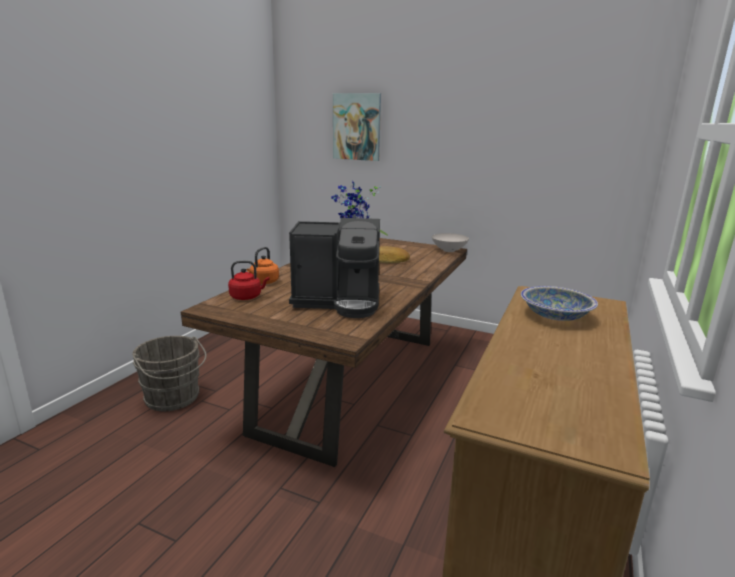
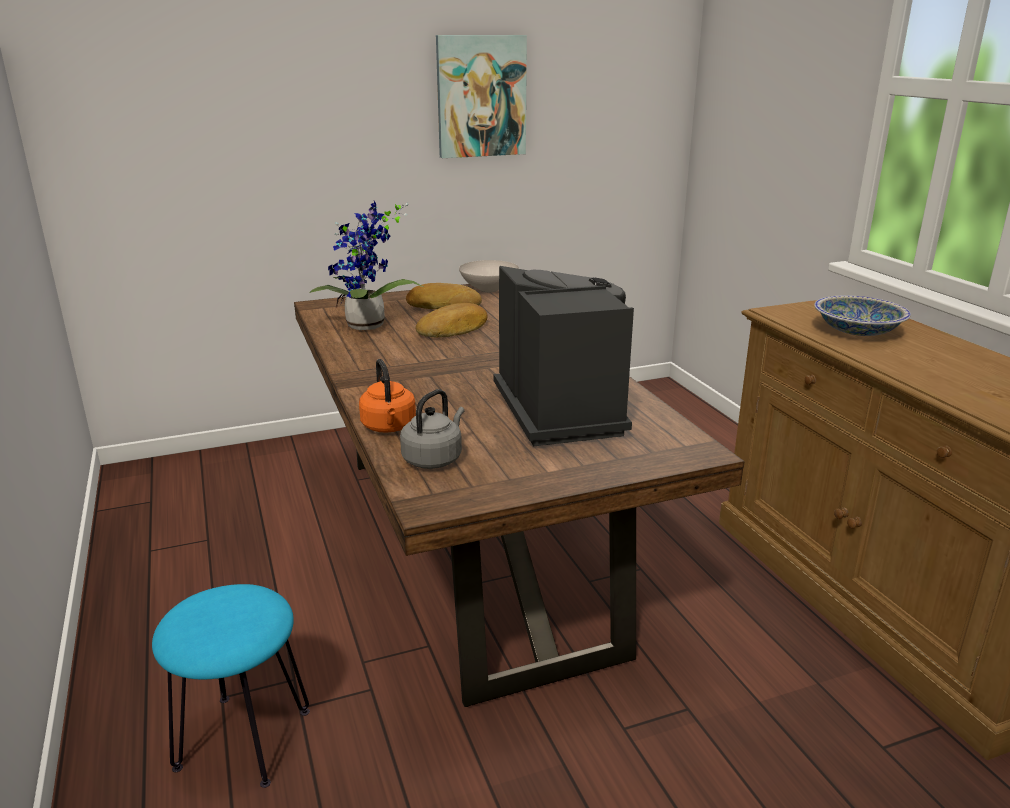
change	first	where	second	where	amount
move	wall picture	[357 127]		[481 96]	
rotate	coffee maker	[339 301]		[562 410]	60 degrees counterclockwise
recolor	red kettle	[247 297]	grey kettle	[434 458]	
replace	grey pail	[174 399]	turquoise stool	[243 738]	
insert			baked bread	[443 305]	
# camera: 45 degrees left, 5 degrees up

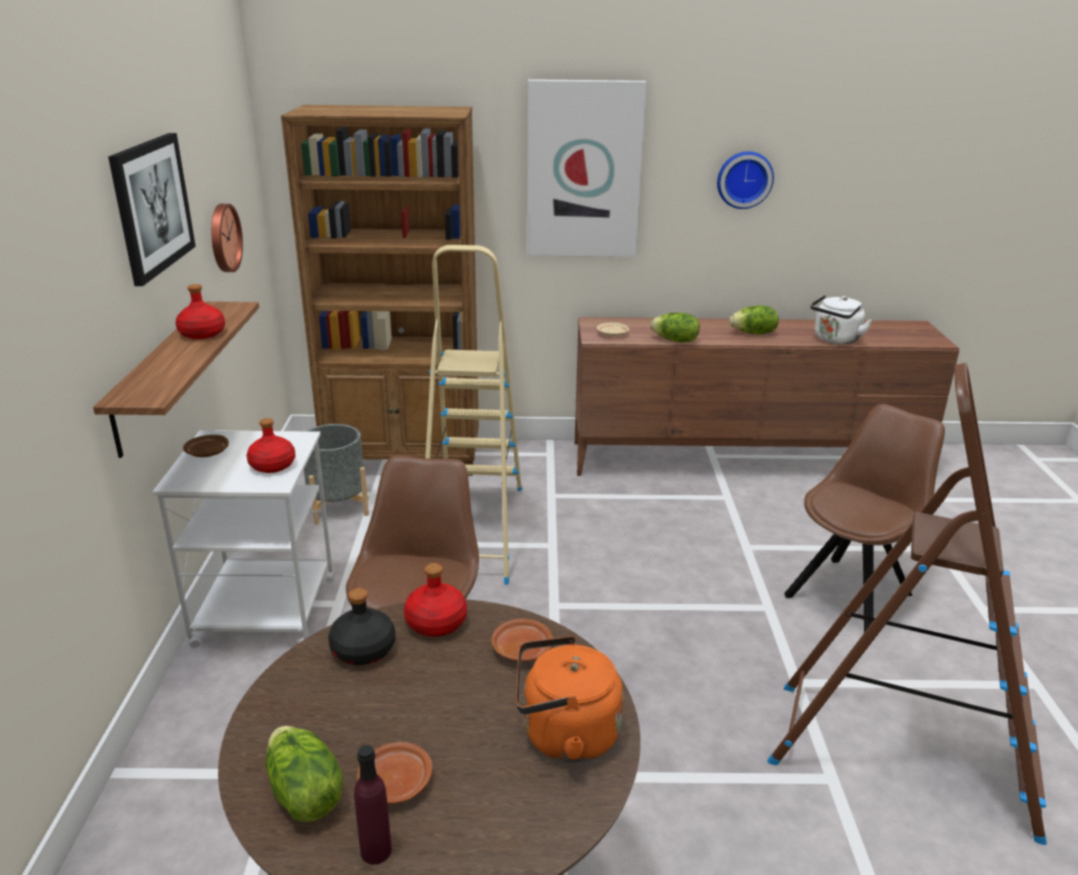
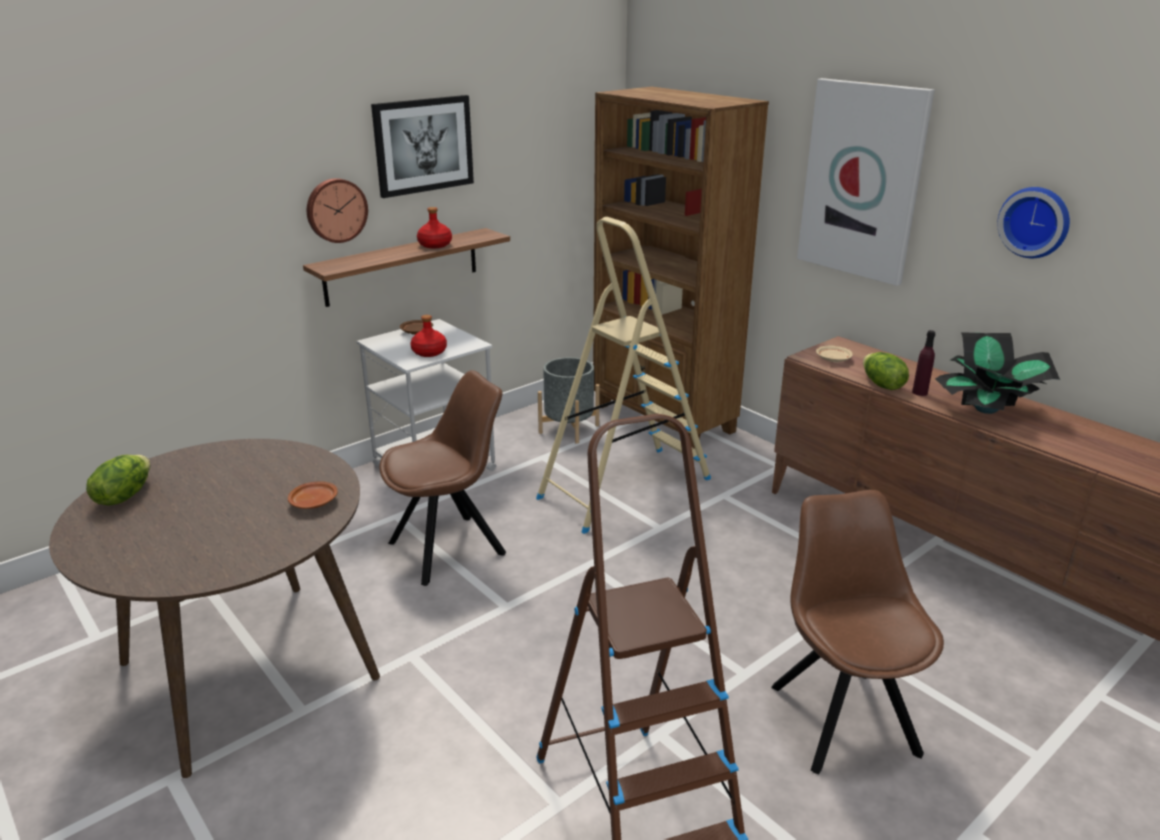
change	first	where	second	where	amount
move	hanging clock	[223 238]		[336 210]	
delete	whitish kettle	[835 340]			
replace	head of lettuce	[754 333]	potted plant	[987 409]	
rotate	brown-coloured chair	[850 595]		[841 719]	105 degrees counterclockwise
delete	red drink bottle	[436 623]			
delete	black drink bottle	[362 650]			
delete	orange-coloured kettle	[564 735]			
delete	brown-coloured flat dish	[395 781]			
move	purple drink bottle	[376 850]		[919 392]	
# camera: 50 degrees right, 0 degrees up

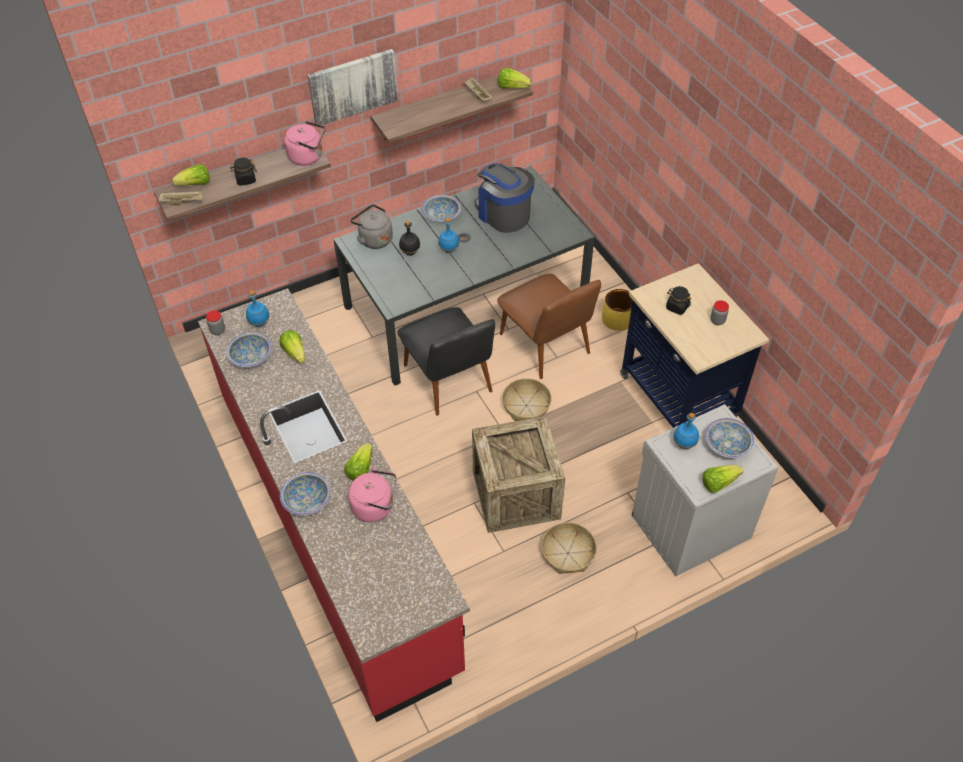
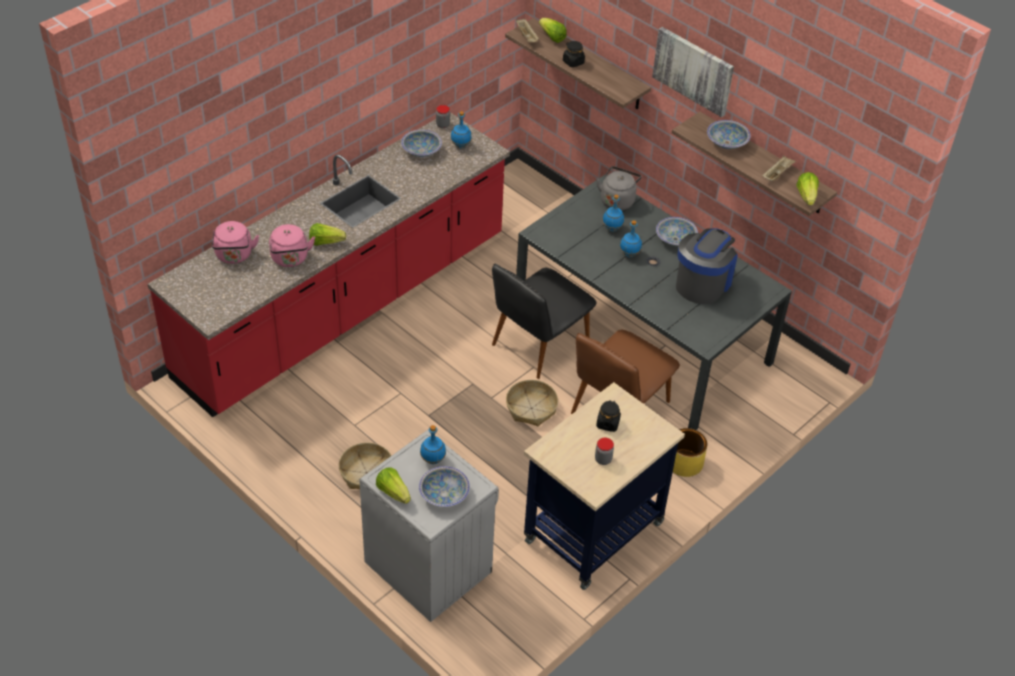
change	first	where	second	where	amount
move	pink kettle	[308 157]		[234 256]	
recolor	black drink bottle	[410 252]	blue-coloured drink bottle	[612 228]	
delete	head of lettuce	[295 353]			
delete	shipping crate	[516 494]			
move	serving bowl	[307 500]		[727 142]	
# camera: 70 degrees right, 5 degrees down

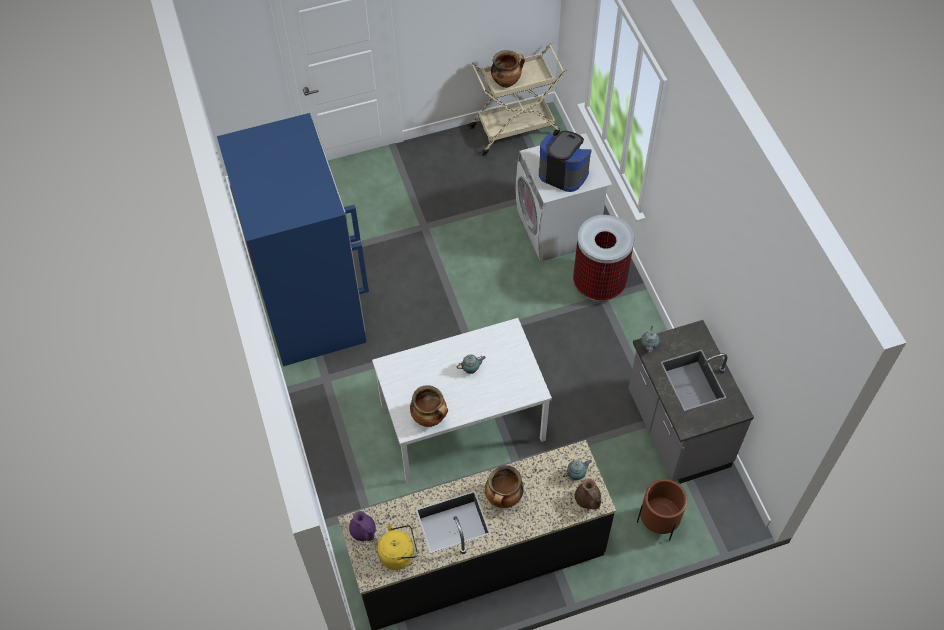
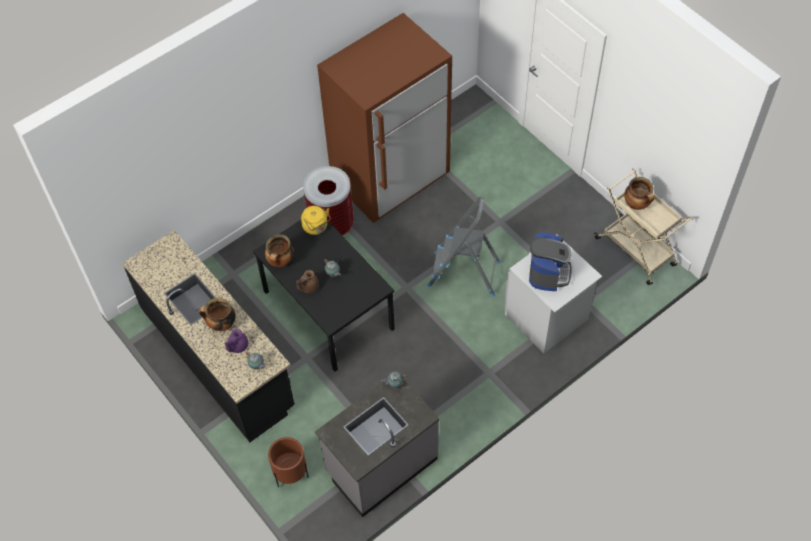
change	first	where	second	where	amount
recolor	blue-coloured refrigerator	[310 305]	brown-coloured refrigerator	[391 176]	
move	rubbish bin	[599 284]		[331 224]	
recolor	whitish kitchen table	[462 423]	black kitchen table	[327 310]	
move	brown-coloured pot for tea	[587 500]		[308 287]	
move	purple pot for tea	[363 532]		[237 346]	
move	yellow kettle	[399 554]		[316 227]	
insert			grey stepladder	[463 273]	
# camera: 70 degrees right, 0 degrees up

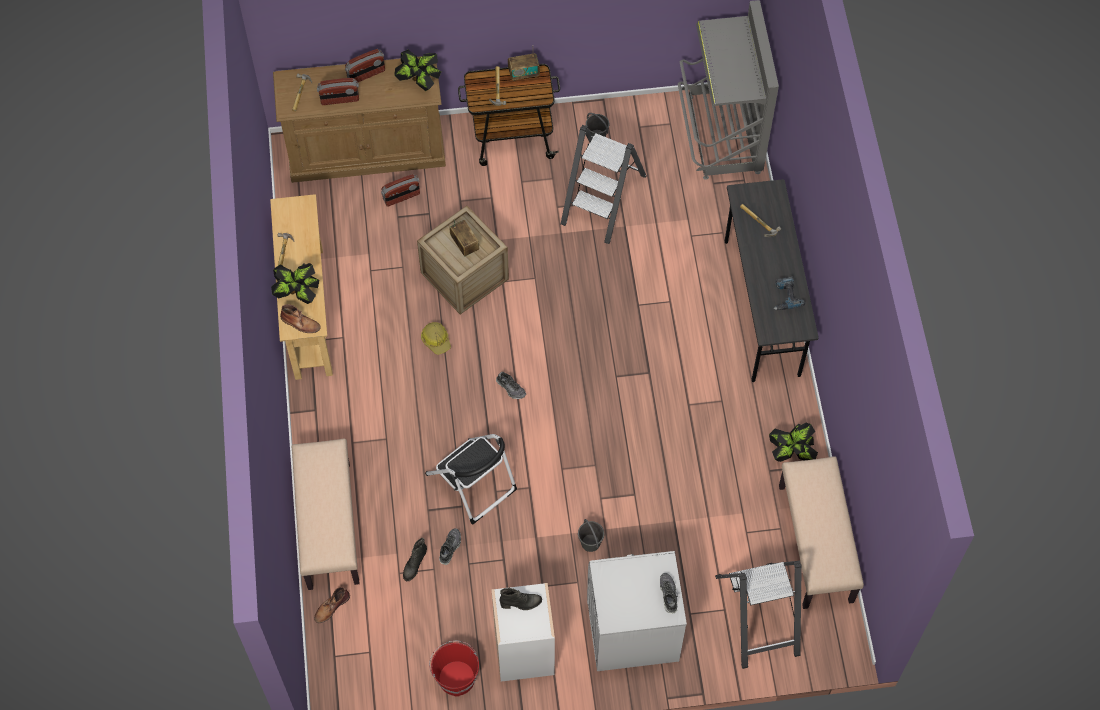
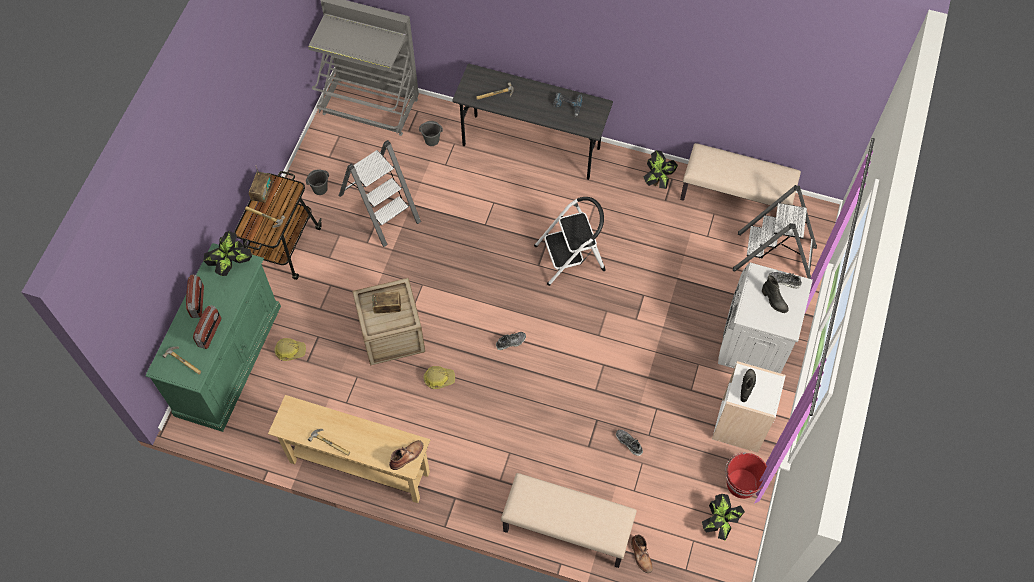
change	first	where	second	where	amount
recolor	brown-coloured cupboard	[367 151]	green-coloured cupboard	[229 359]	
replace	radio set	[401 197]	hard hat	[290 351]	
move	potted plant	[298 294]		[719 523]	
move	stepladder	[473 484]		[572 258]	
move	grey pail	[590 542]		[431 140]	
move	black boot	[414 565]		[773 301]	
# camera: 65 degrees left, 0 degrees up

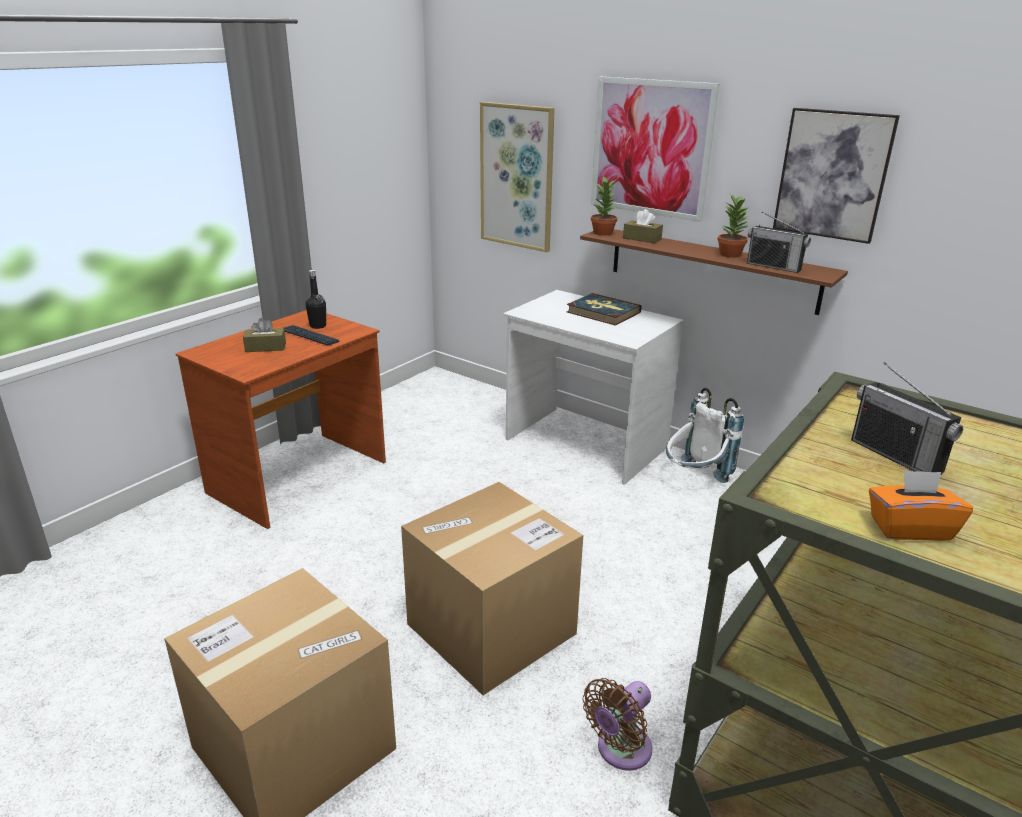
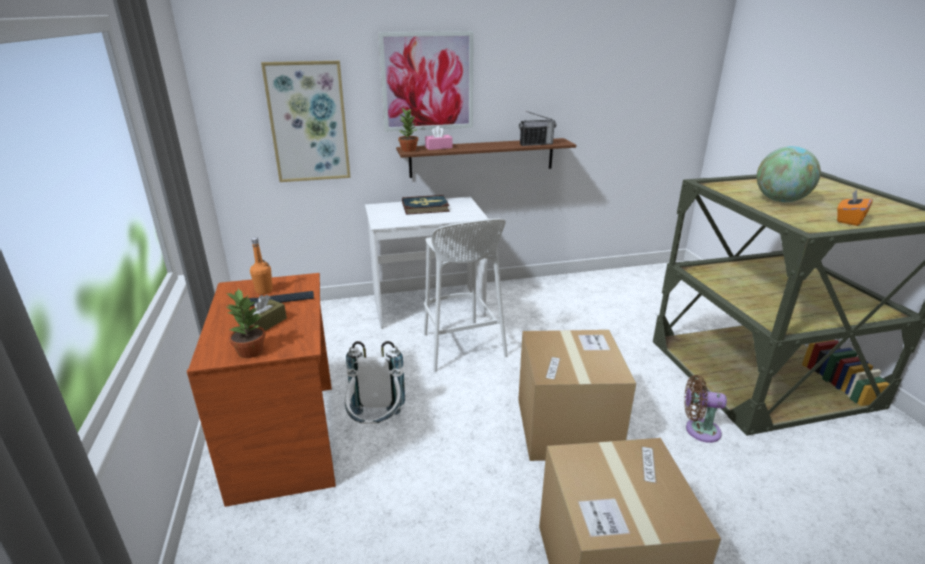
change	first	where	second	where	amount
delete	wall picture	[832 175]			
move	potted plant	[730 254]		[250 351]	
recolor	brown-coloured tissue holder	[642 239]	pink tissue holder	[438 147]	
recolor	black drink bottle	[318 326]	orange-coloured drink bottle	[264 291]	
replace	radio set	[896 456]	globe	[780 200]	
move	whitish knapsack	[694 479]		[376 424]	
rotate	brown-coloured electric fan	[620 751]		[698 430]	105 degrees clockwise
insert			whitish stool	[461 347]	
# camera: 50 degrees left, 0 degrees up

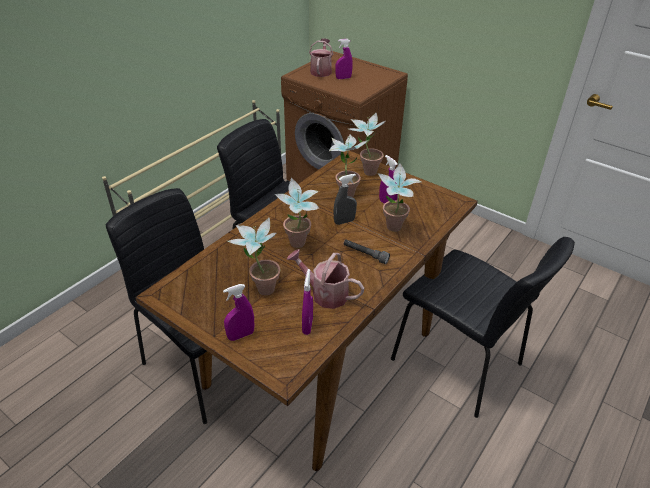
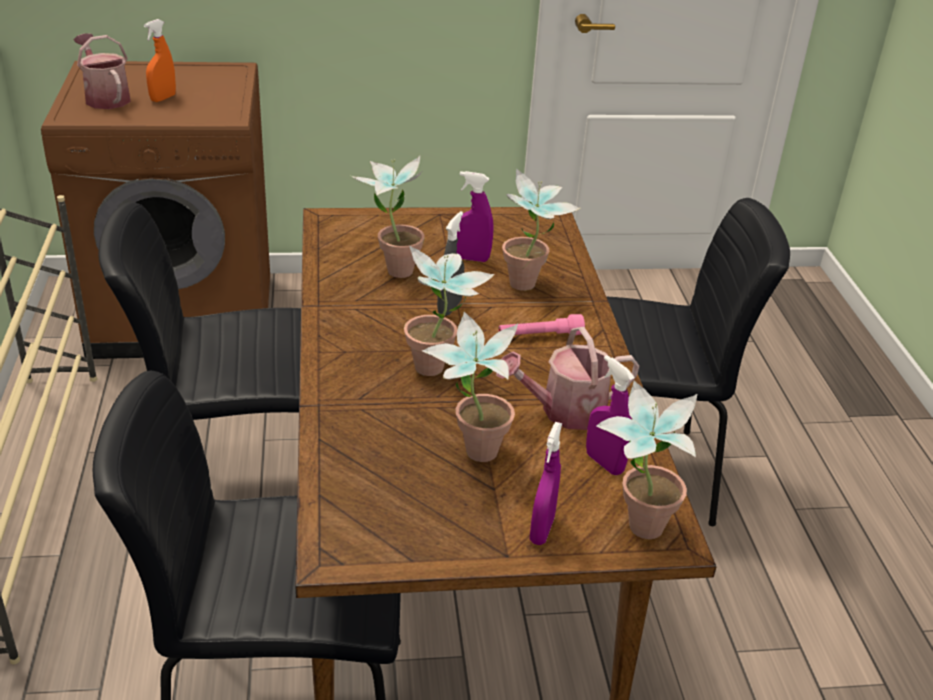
change	first	where	second	where	amount
recolor	purple spray bottle	[343 78]	orange-coloured spray bottle	[163 98]	
move	potted plant	[365 171]		[634 530]	
recolor	grey torch	[365 255]	pink torch	[540 336]	
# camera: 45 degrees left, 5 degrees down

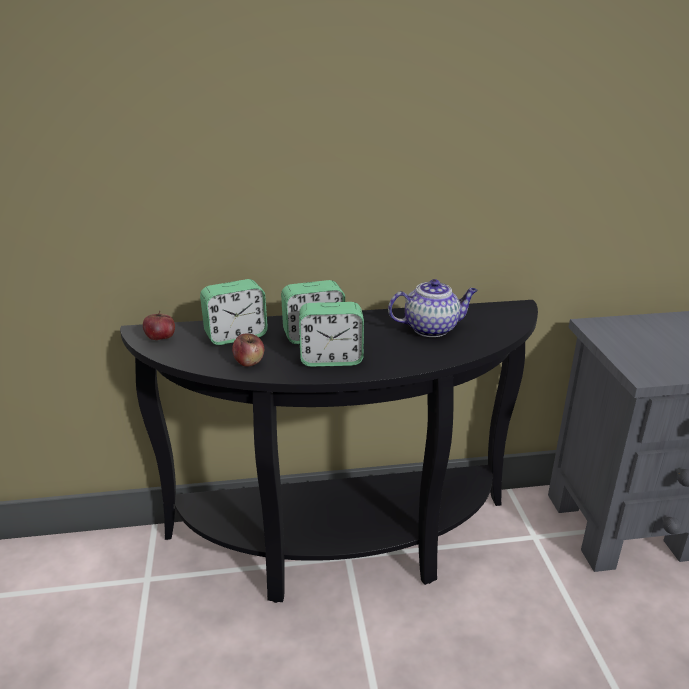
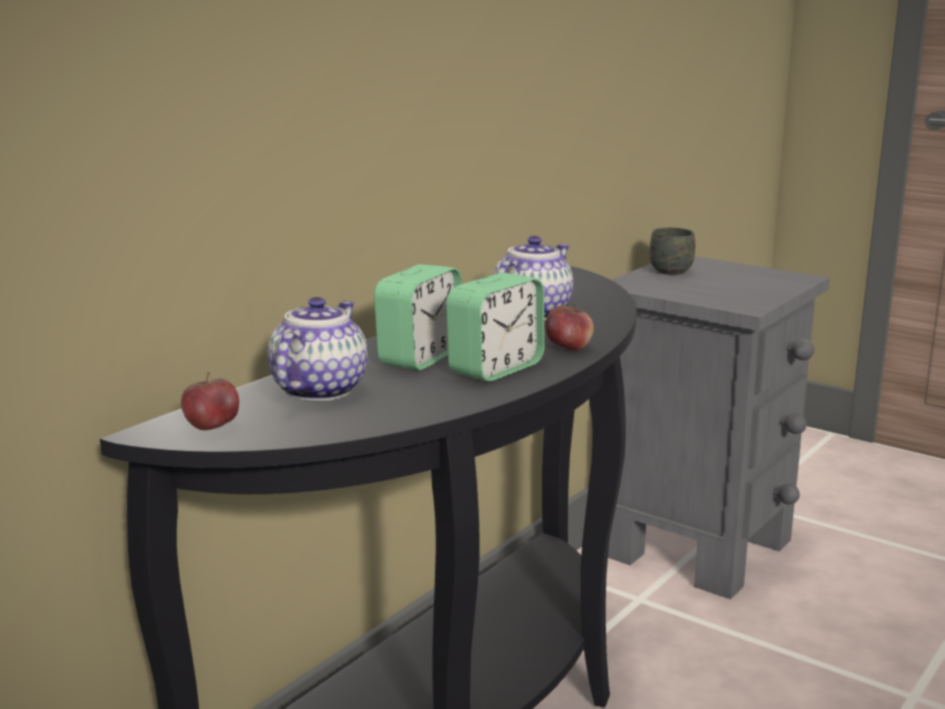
change	first	where	second	where	amount
replace	alarm clock	[236 336]	pot for tea	[319 389]	
move	apple fruit	[249 362]		[569 347]	
insert			grey mug	[668 269]	
# camera: 45 degrees left, 10 degrees down

